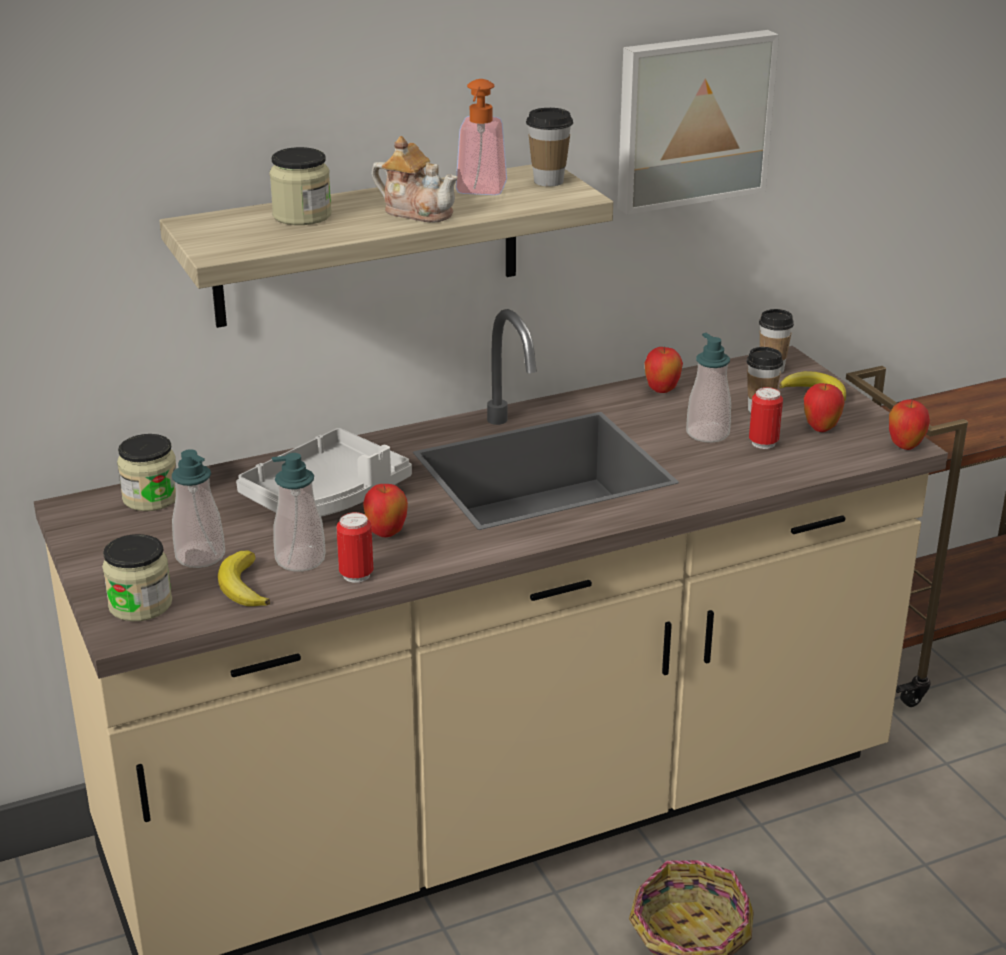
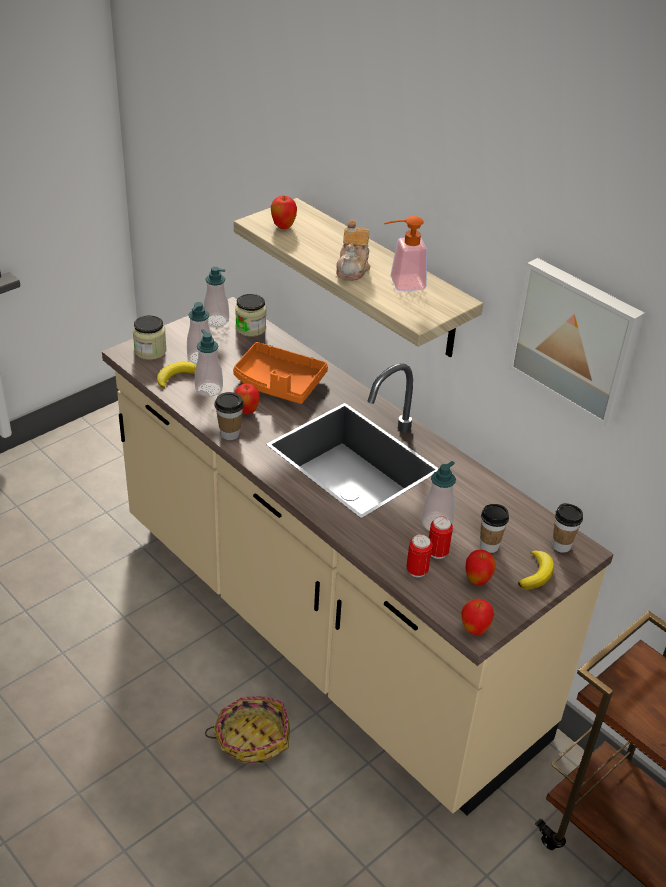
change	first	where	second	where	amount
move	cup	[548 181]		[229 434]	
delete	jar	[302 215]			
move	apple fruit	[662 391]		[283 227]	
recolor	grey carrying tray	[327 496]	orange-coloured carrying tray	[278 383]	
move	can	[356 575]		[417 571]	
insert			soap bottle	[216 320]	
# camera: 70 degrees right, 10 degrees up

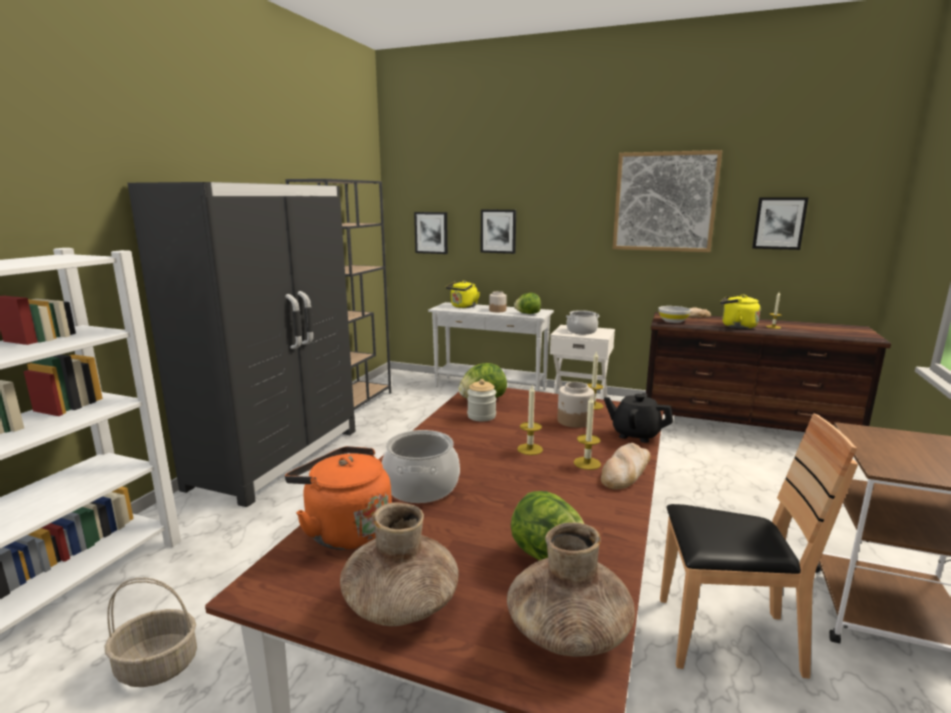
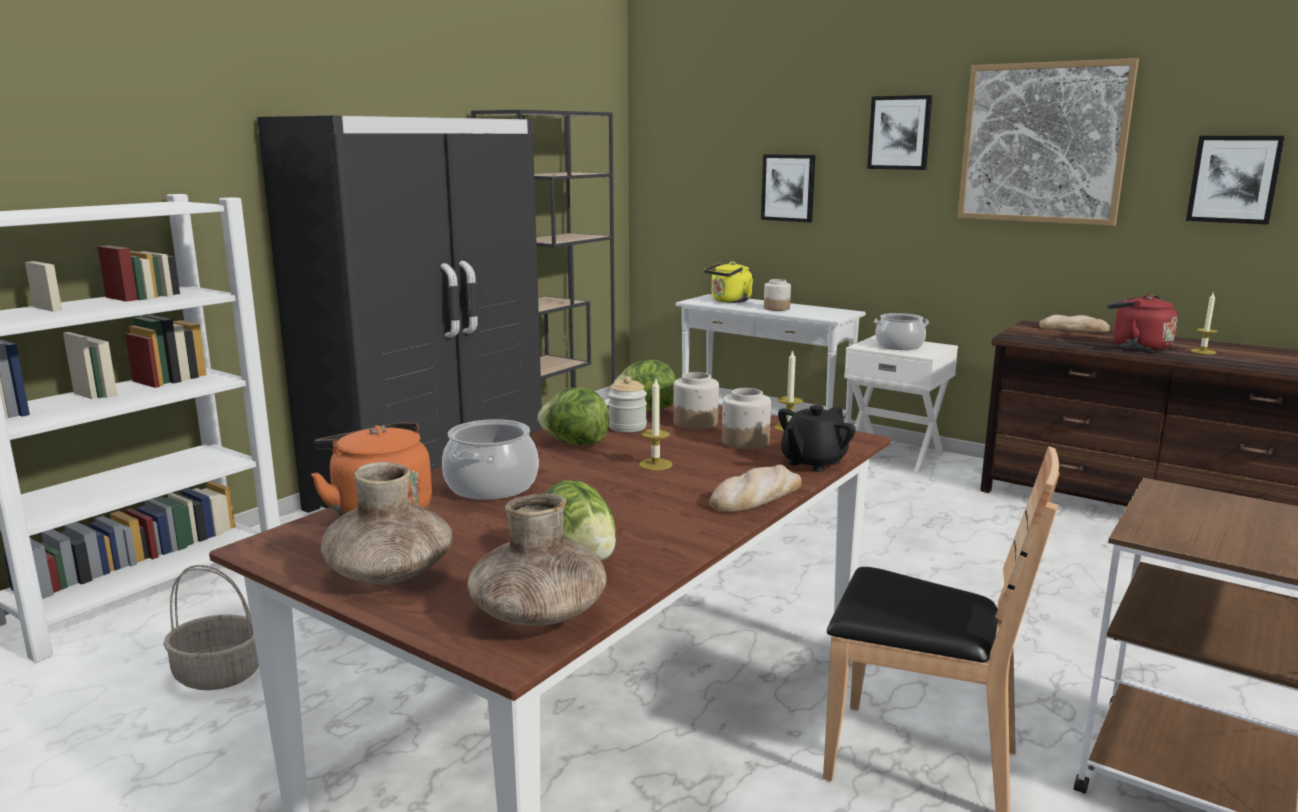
change	first	where	second	where	amount
move	wall picture	[431 232]		[899 132]	
move	head of lettuce	[527 313]		[575 443]	
recolor	yellow kettle	[736 326]	red kettle	[1136 347]	
delete	whitish serving bowl	[673 321]			
rotate	black pot for tea	[635 434]		[813 462]	90 degrees counterclockwise
delete	wax candle	[587 463]			
insert			jar	[696 422]	
# camera: 15 degrees right, 0 degrees up

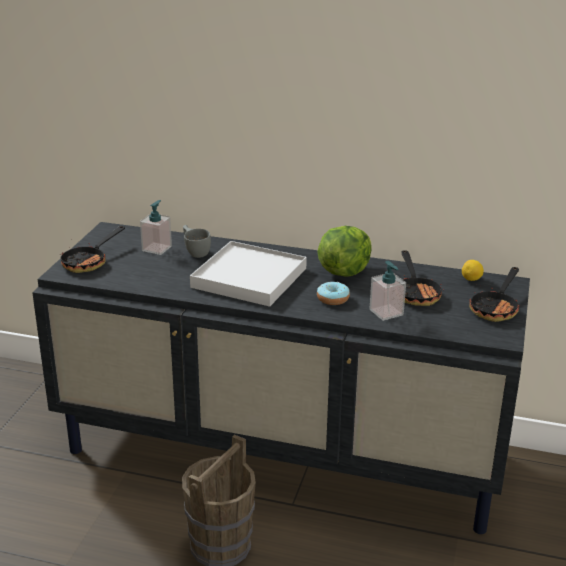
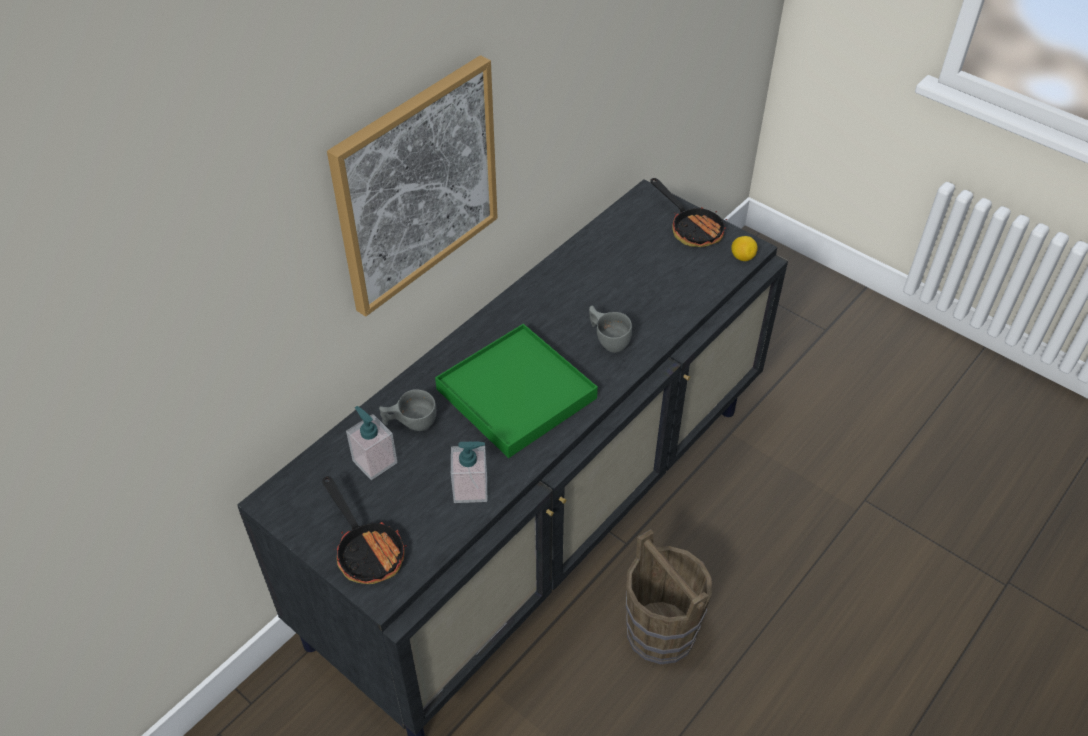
change	first	where	second	where	amount
delete	head of lettuce	[344 271]			
recolor	whitish carrying tray	[249 277]	green-coloured carrying tray	[515 393]	
delete	pan	[416 293]			
move	citrus fruit	[471 280]		[742 257]	
move	soap bottle	[386 312]		[470 489]	
replace	donut	[332 299]	grey cup	[608 339]	
insert			wall picture	[416 185]	
# camera: 65 degrees left, 20 degrees up

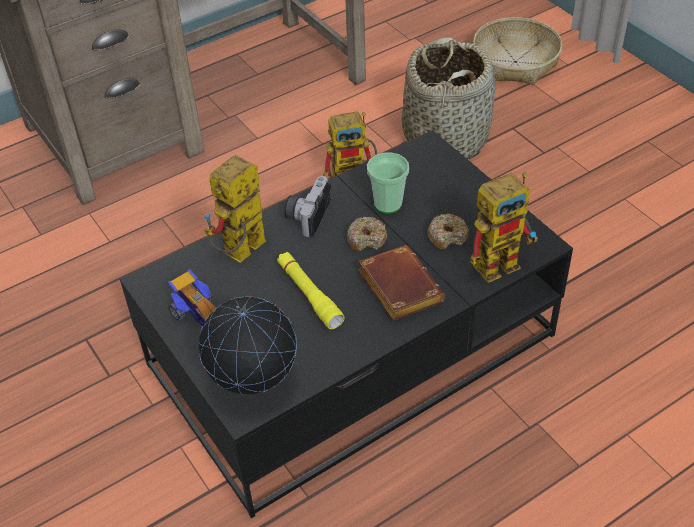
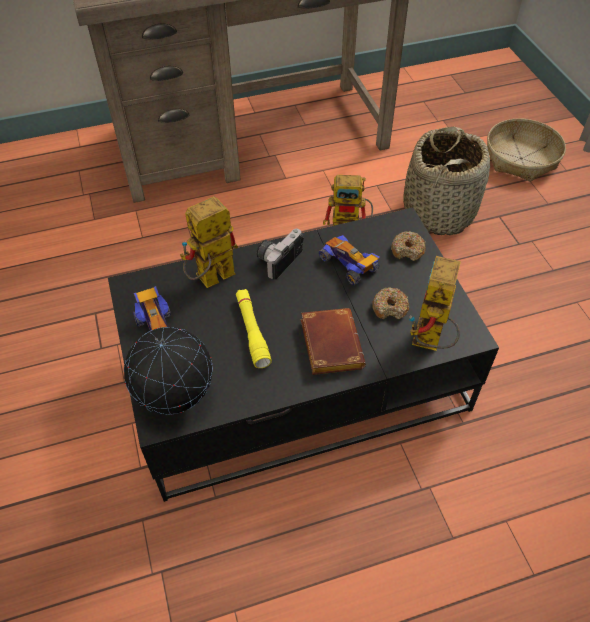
change	first	where	second	where	amount
replace	cup	[388 204]	toy car	[349 265]	
rotate	model robot	[502 260]		[430 342]	120 degrees clockwise
move	donut	[367 239]		[407 250]	
# camera: 15 degrees right, 5 degrees up

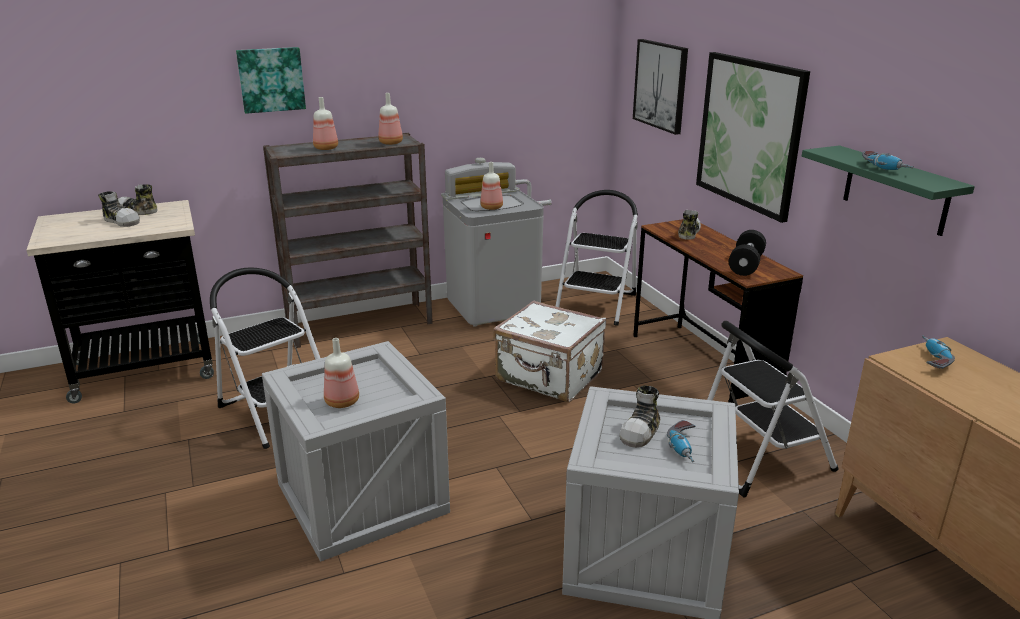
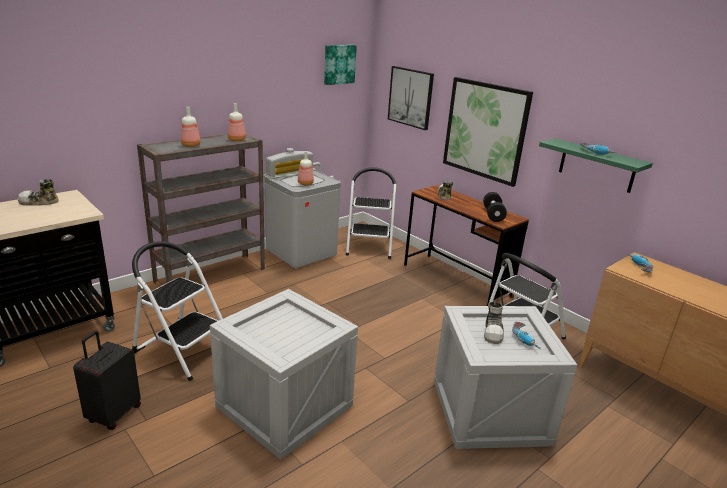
change	first	where	second	where	amount
move	wall picture	[271 79]		[339 64]	
delete	shoe	[122 221]			
delete	whitish suitcase	[549 378]			
delete	drink bottle	[342 401]			
insert			black suitcase	[113 414]	
# camera: 20 degrees left, 0 degrees up

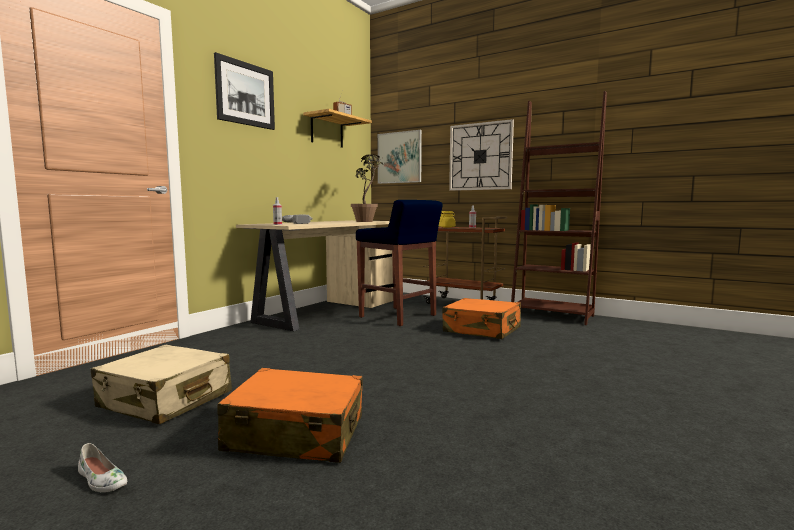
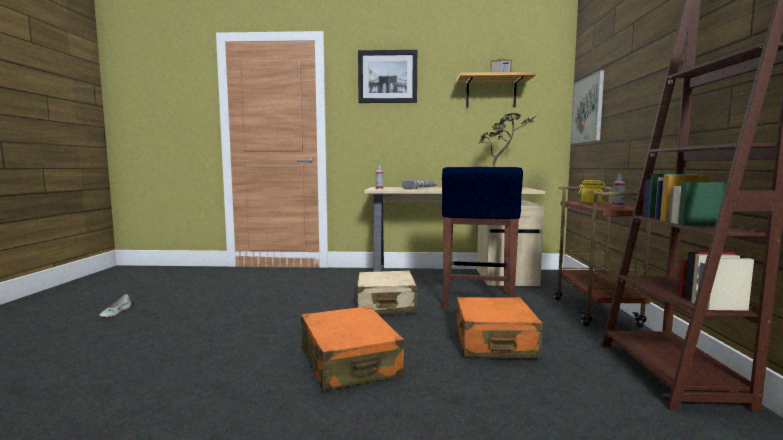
change	first	where	second	where	amount
delete	hanging clock	[480 156]			
move	sand-coloured suitcase	[165 400]		[385 304]	
move	orange-coloured suitcase	[296 434]		[349 362]	
# camera: 60 degrees right, 0 degrees up

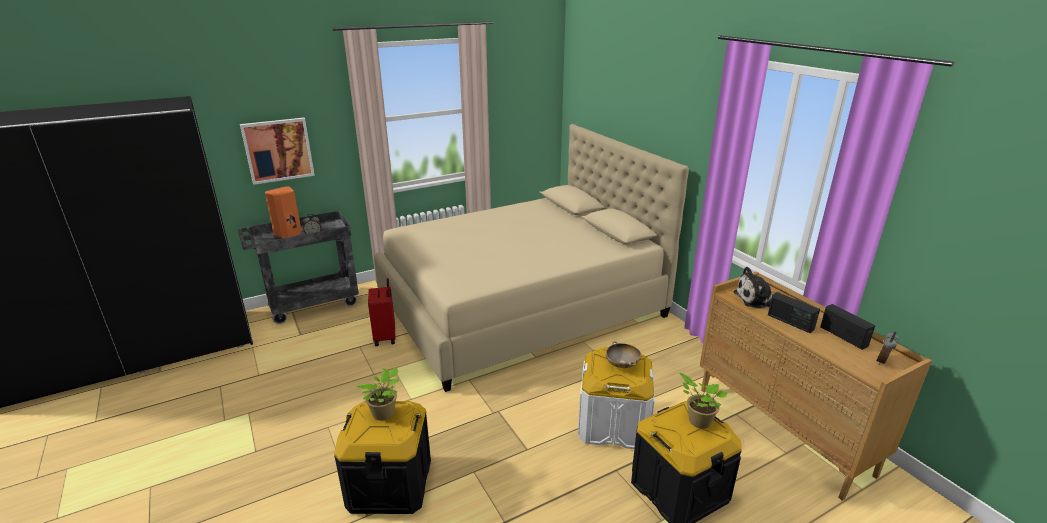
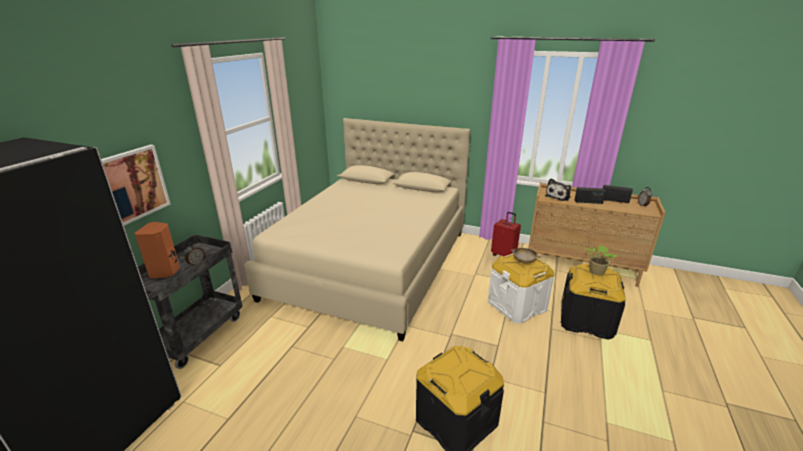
change	first	where	second	where	amount
move	red suitcase	[386 337]		[504 255]	
delete	potted plant	[385 414]			
# camera: 40 degrees left, 0 degrees up

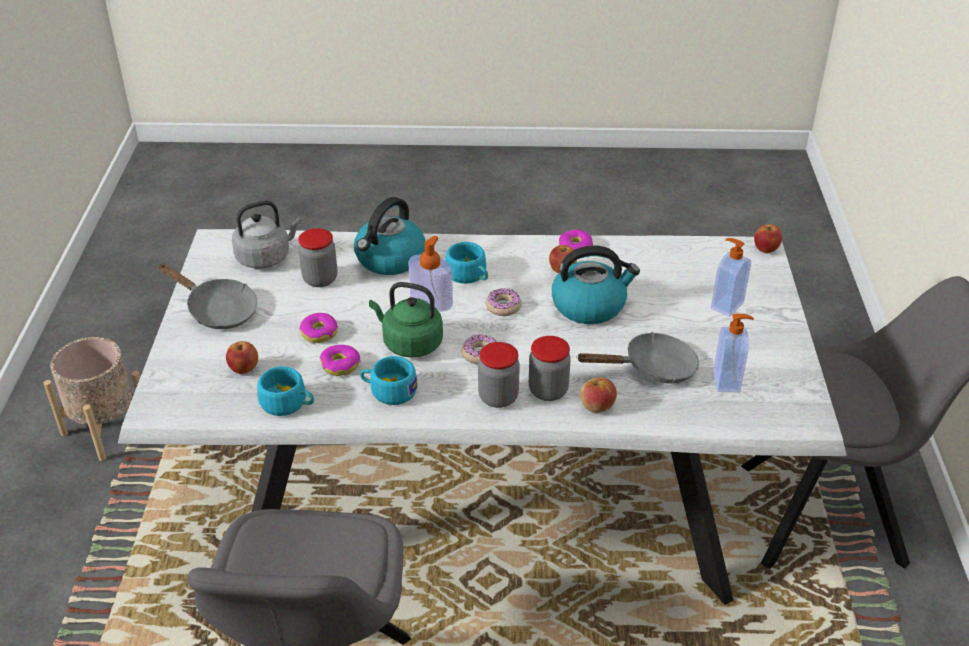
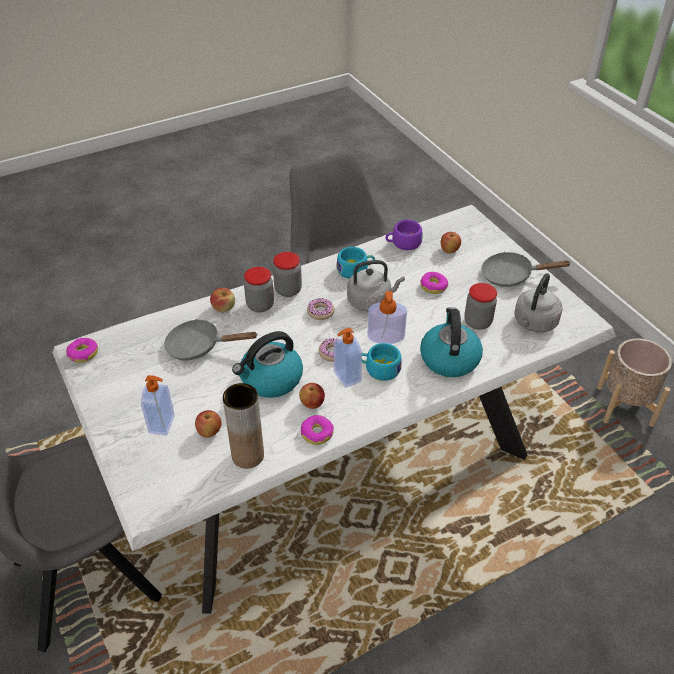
change	first	where	second	where	amount
move	apple fruit	[766 249]		[209 432]	
recolor	green-coloured kettle	[409 343]	grey kettle	[371 301]	
move	soap bottle	[727 381]		[346 377]	
rotate	grey pan	[652 368]		[199 346]	45 degrees clockwise
move	donut	[340 365]		[83 353]	
recolor	turquoise cup	[288 404]	purple cup	[403 243]	
insert			brown-coloured vase	[248 455]	
# camera: 150 degrees right, 5 degrees up

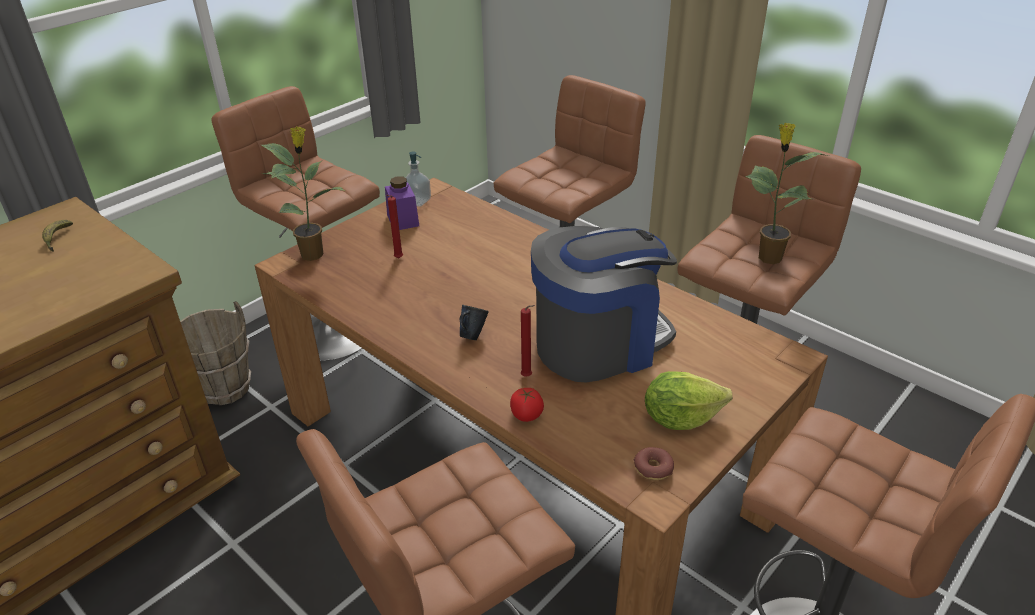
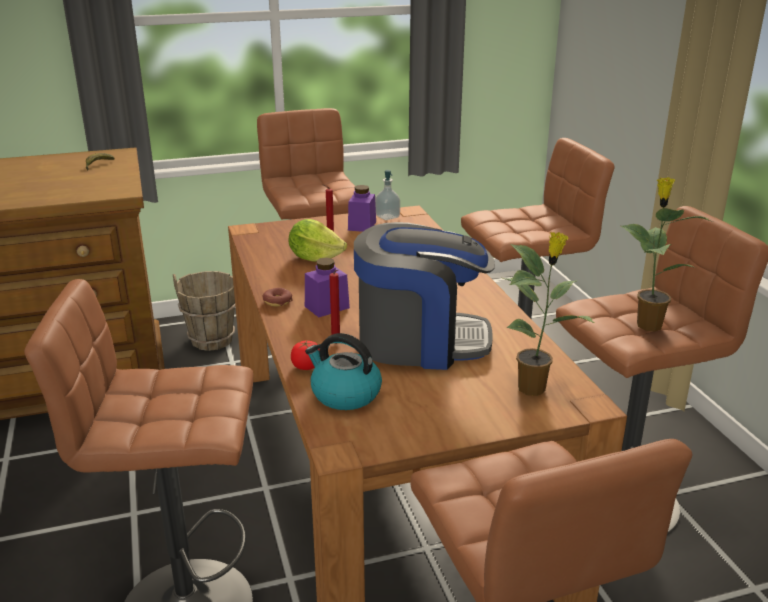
change	first	where	second	where	amount
move	potted plant	[314 254]		[533 388]	
replace	blue-coloured mug	[472 335]	purple jar	[327 307]	
move	head of lettuce	[680 418]		[315 258]	
move	donut	[653 468]		[277 301]	
insert			kettle	[344 394]	
# camera: 30 degrees right, 10 degrees down

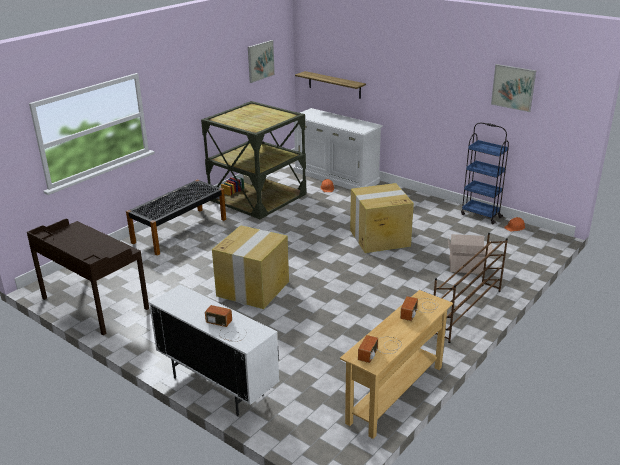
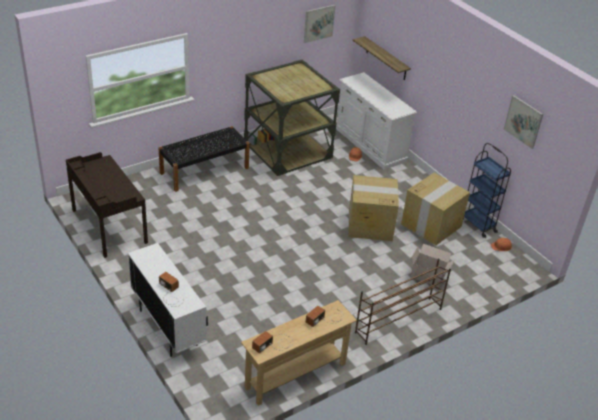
change	first	where	second	where	amount
move	packing box	[253 288]		[431 225]	
# camera: 15 degrees right, 10 degrees up

